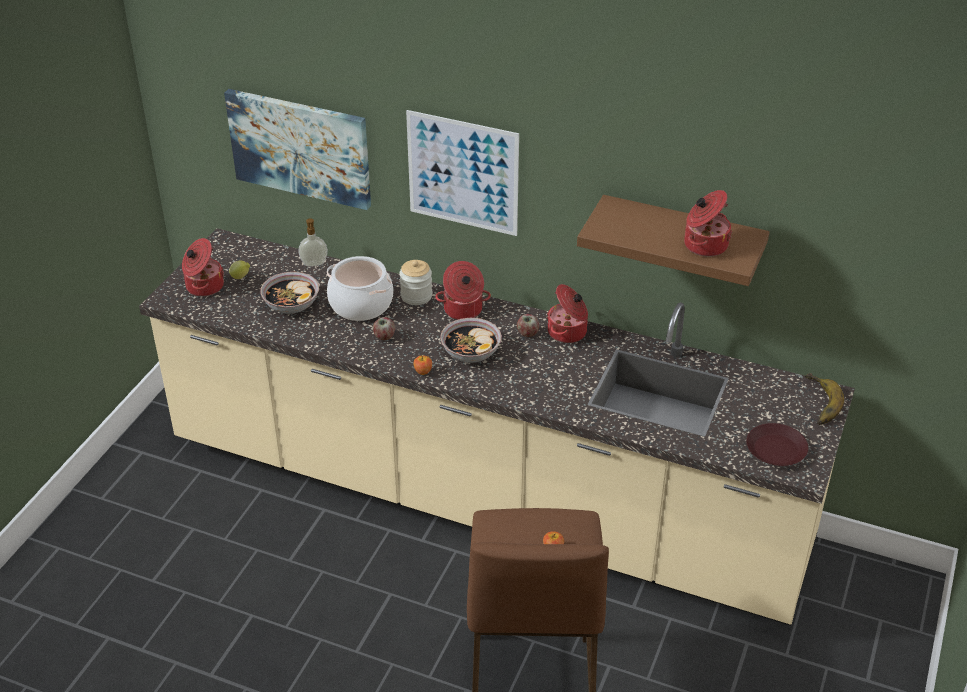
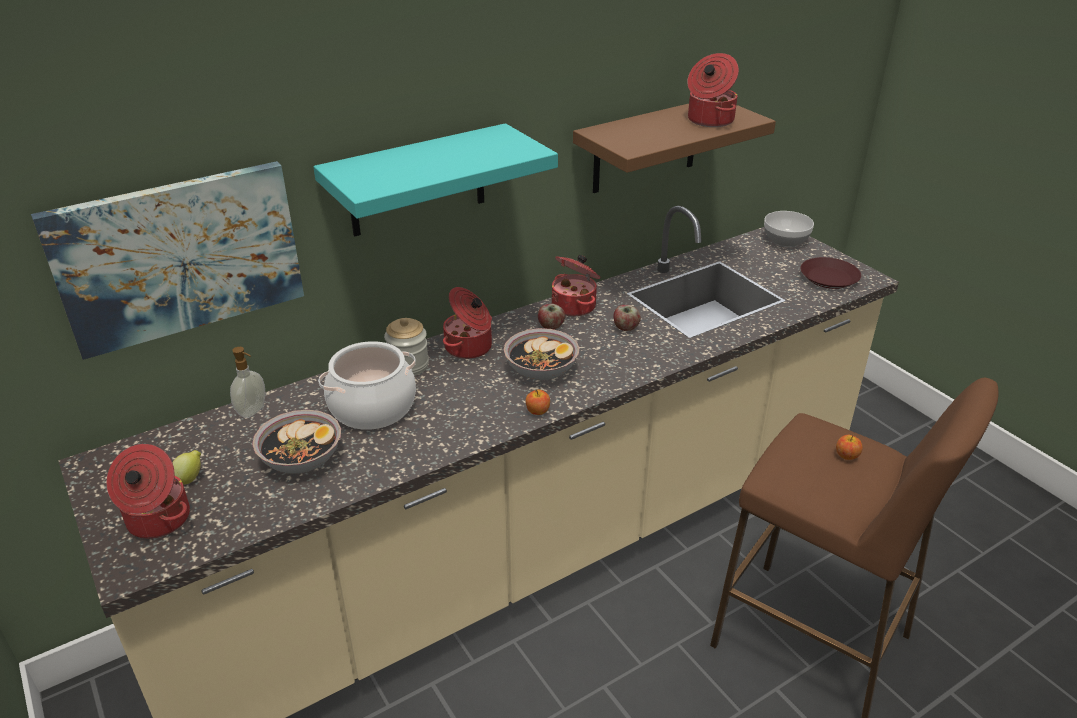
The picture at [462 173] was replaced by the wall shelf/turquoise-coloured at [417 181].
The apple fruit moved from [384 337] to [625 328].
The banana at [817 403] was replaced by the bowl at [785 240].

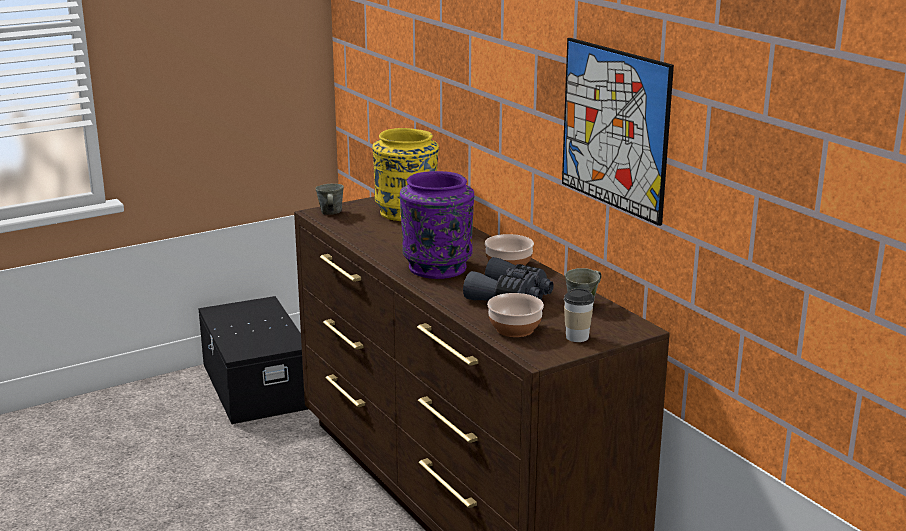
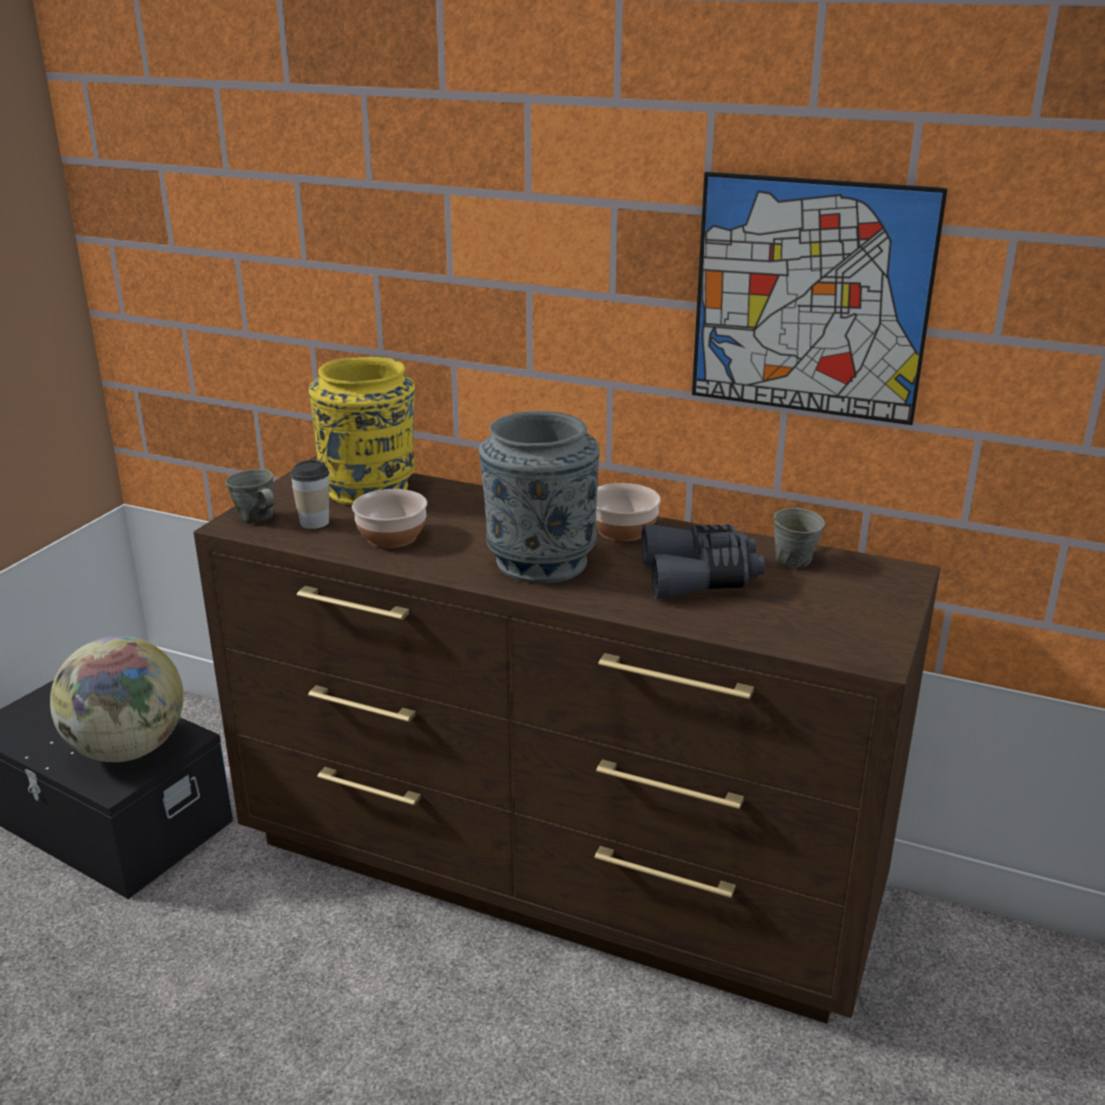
The vase/purplish at [437 267] became the vase/gray at [539 561].
The drinking cup moved from [577 337] to [314 522].
The bowl moved from [514 328] to [390 536].
The world globe at [127 750] appeared.

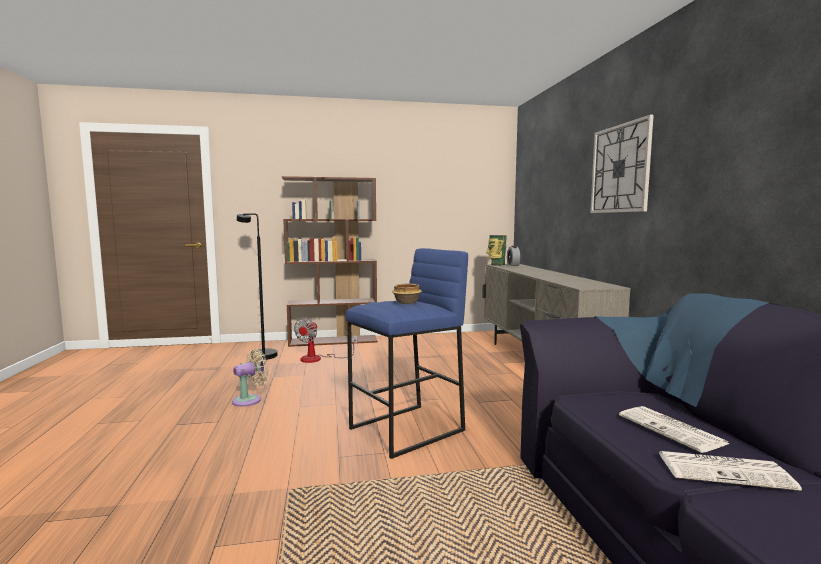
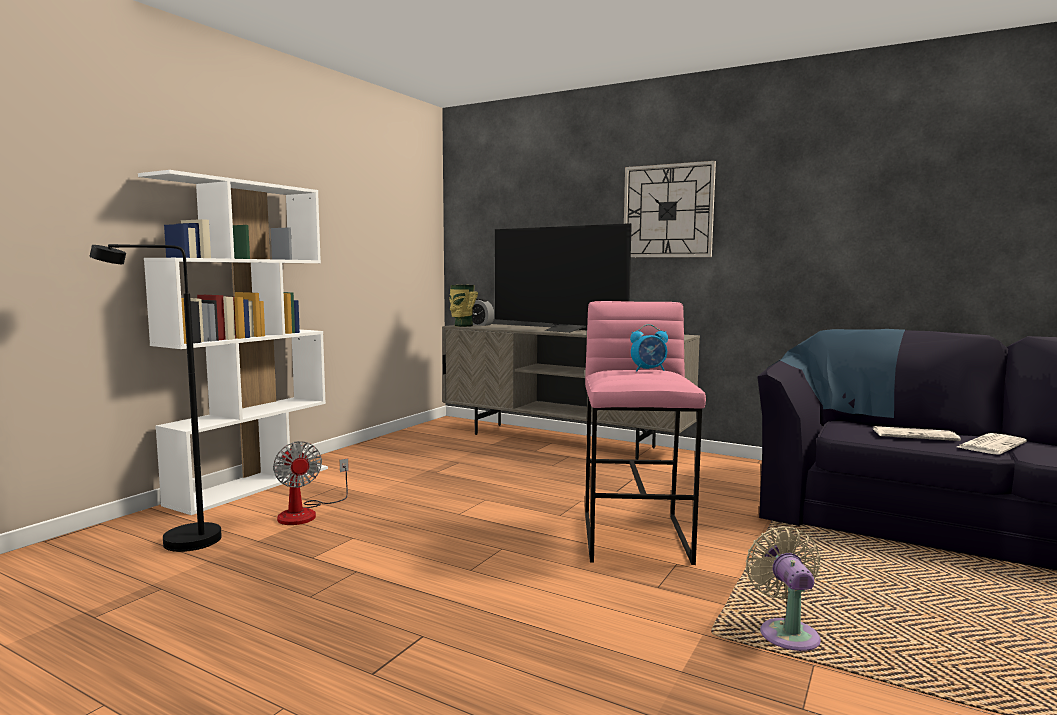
The bookshelf/brown-coloured at [333 341] became the bookshelf/white-coloured at [251 485].
The stool/blue at [407 430] became the stool/pink at [637 538].
The bowl at [407 302] was replaced by the bedside clock at [649 370].
The electric fan/sand-coloured moved from [250 400] to [787 633].
The television at [563 330] appeared.

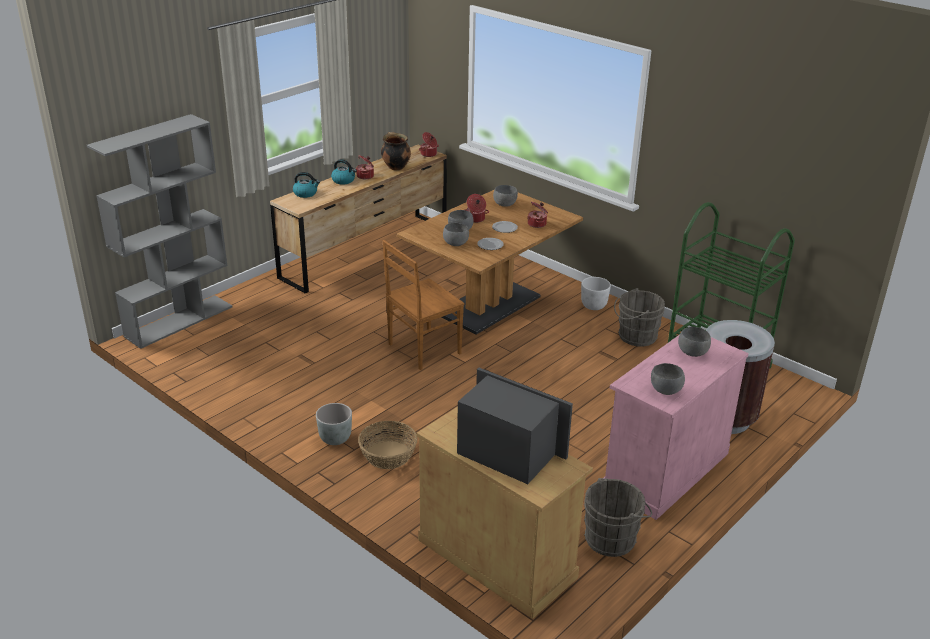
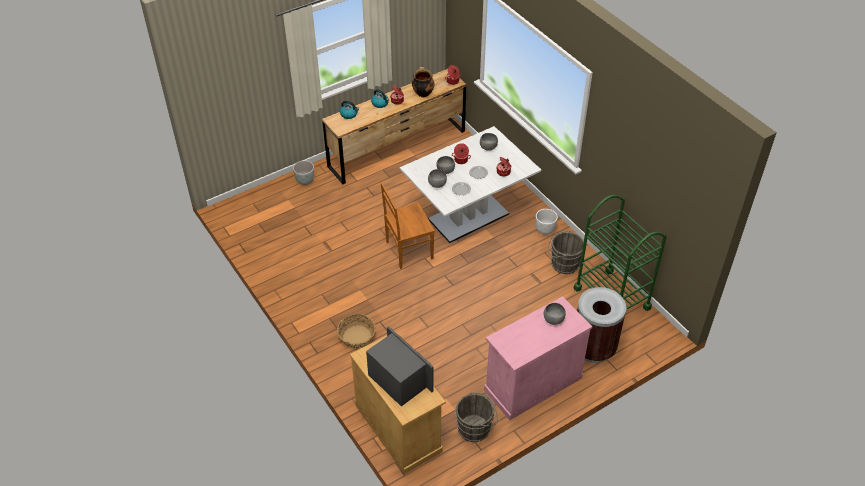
The bookshelf/gray at [179 321] disappeared.
The dining table/brown-coloured at [489 305] became the dining table/white-coloured at [468 217].
The bowl/gray at [665 391] disappeared.
The planter/gray moved from [335 438] to [305 180].

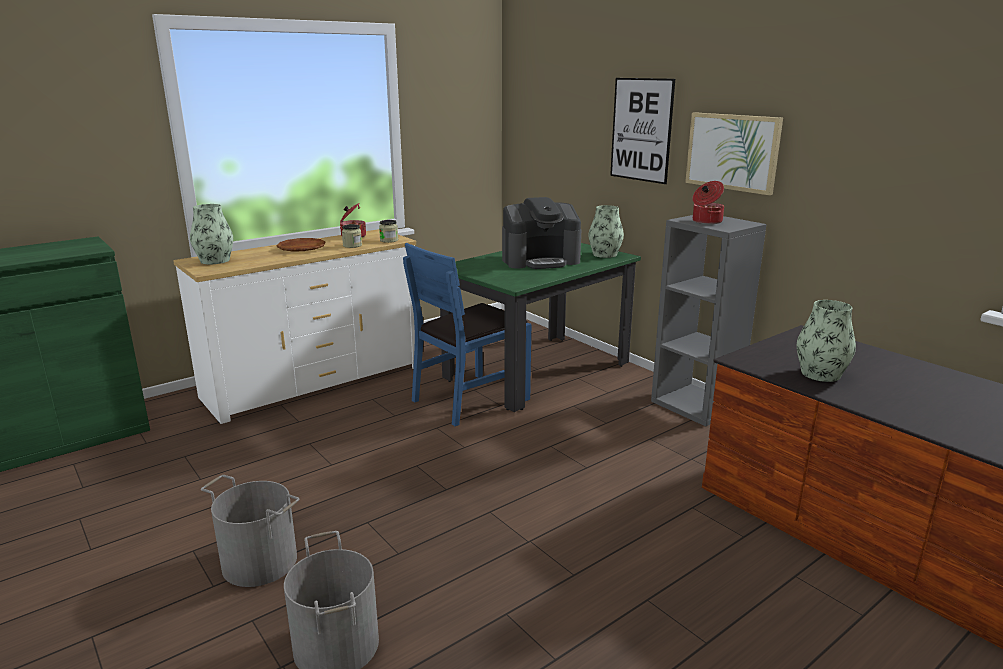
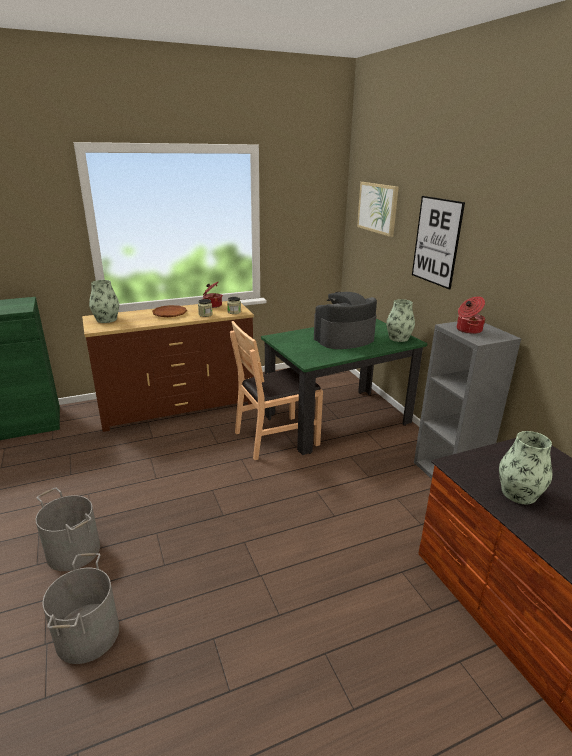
The picture moved from [732 152] to [378 208].
The coffee maker at [540 260] turned 150 degrees clockwise.
The dresser/white-coloured at [314 382] became the dresser/brown-coloured at [177 406].
The upright chair/blue at [470 399] became the upright chair/brown-coloured at [276 437].

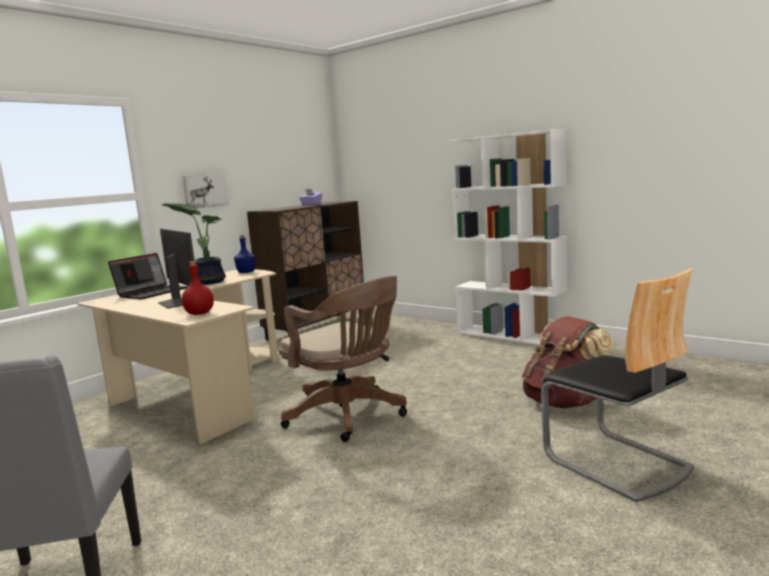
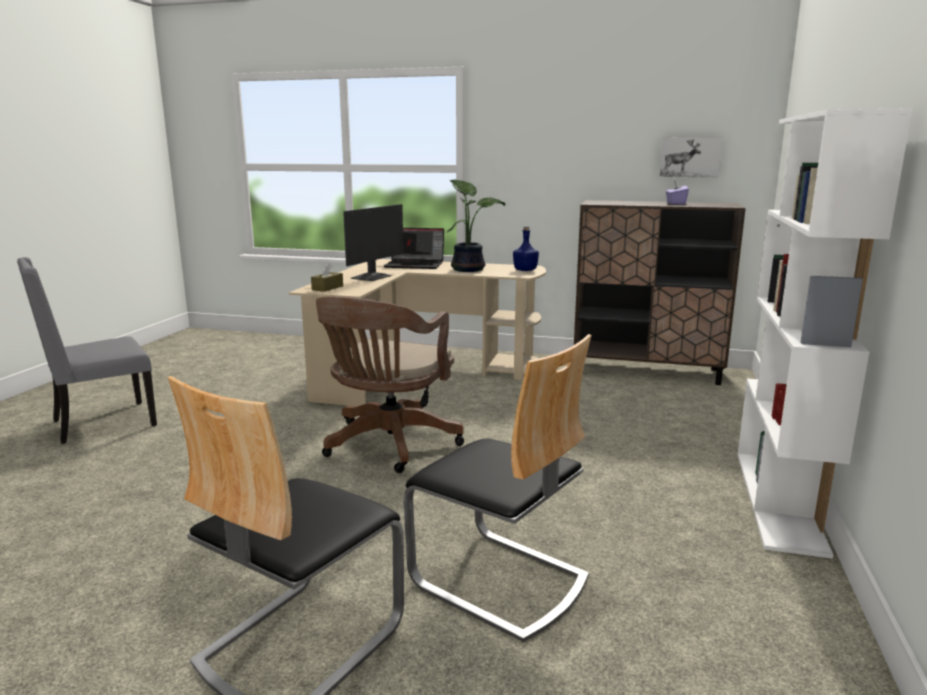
The picture moved from [205 191] to [690 157].
The bottle/red-coloured at [199 313] was replaced by the box of tissues/brown-coloured at [327 288].
The knapsack/brown-coloured at [563 402] was replaced by the upright chair at [499 580].

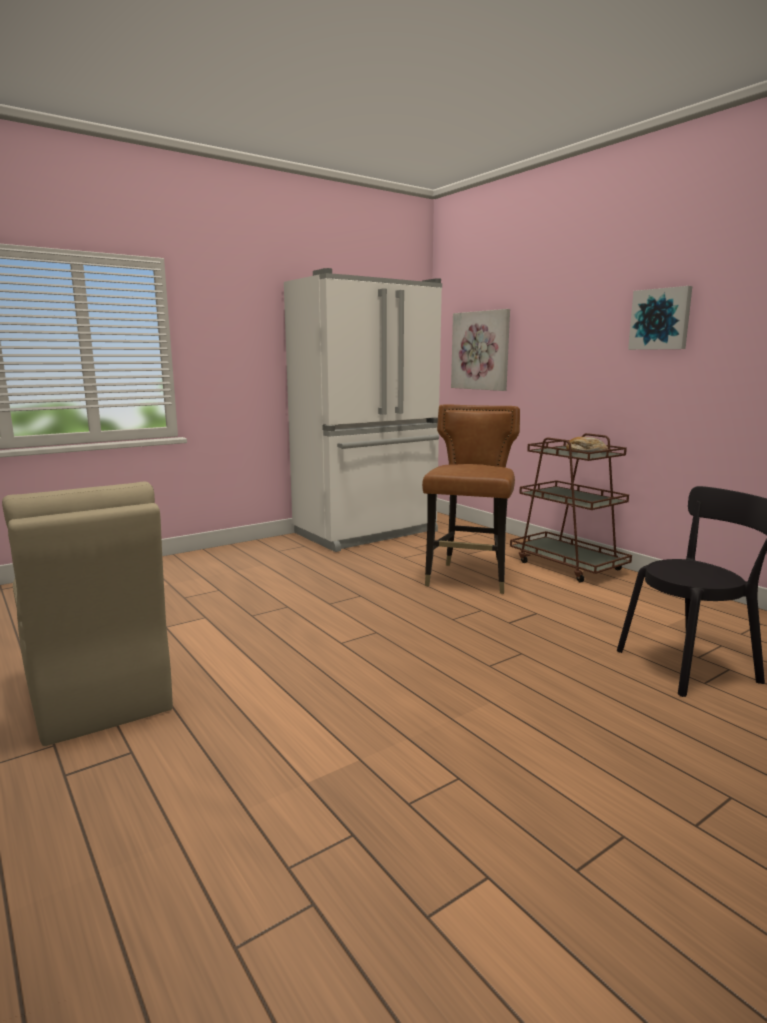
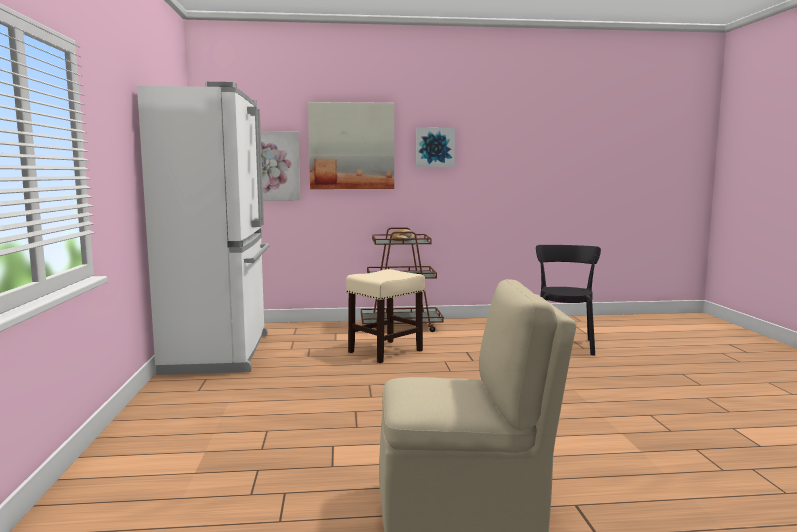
The upright chair/brown-coloured at [469 579] was replaced by the stool/sand-coloured at [386 351].
The picture at [351 146] appeared.

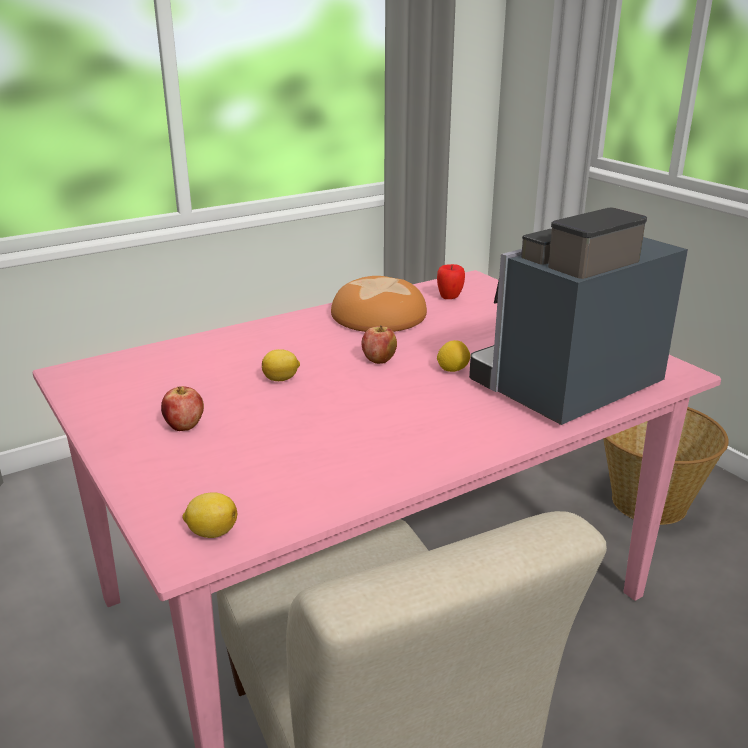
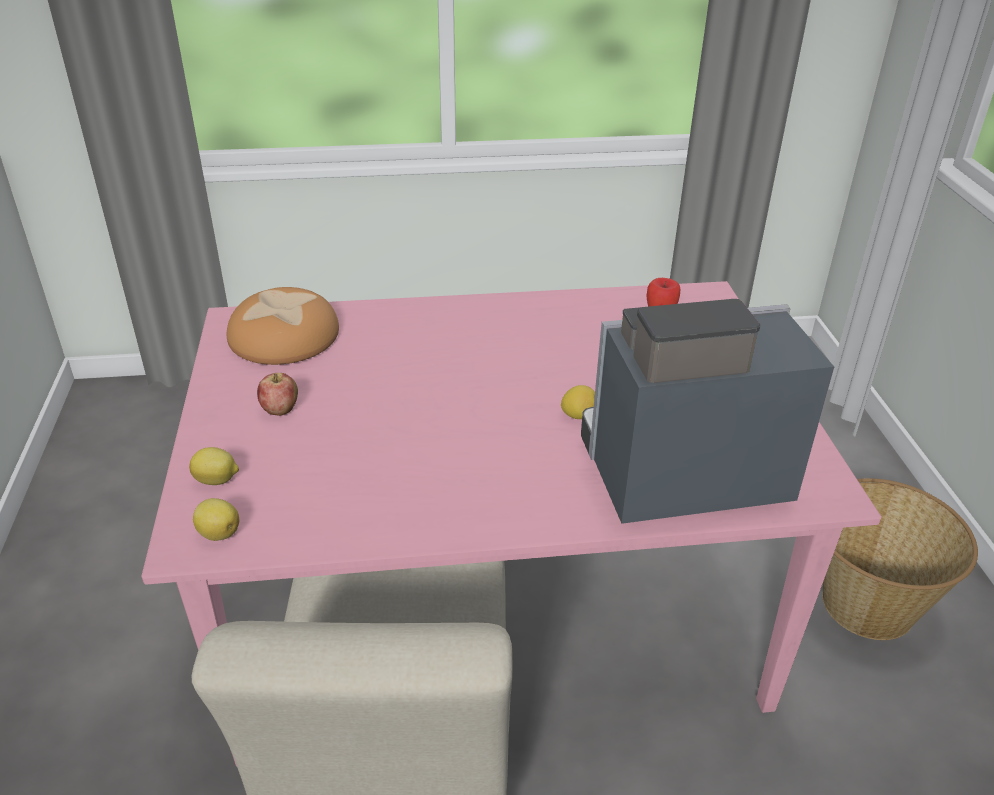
The baked bread moved from [378 315] to [284 335].
The apple fruit at [379 361] disappeared.
The lemon moved from [281 379] to [217 481].

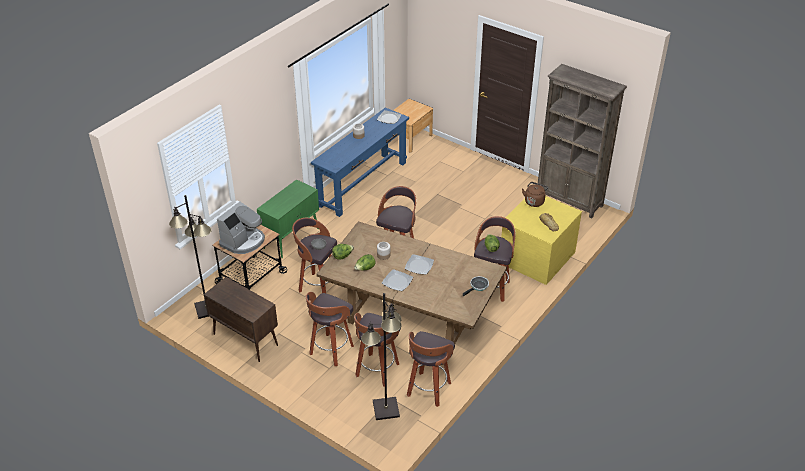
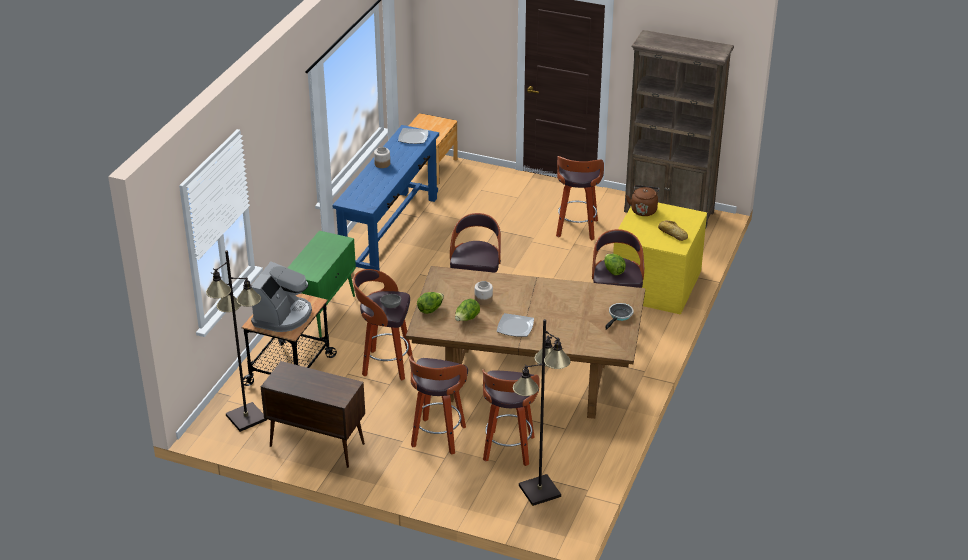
The flat dish at [419 266] disappeared.
The stool moved from [428 390] to [577 229].

